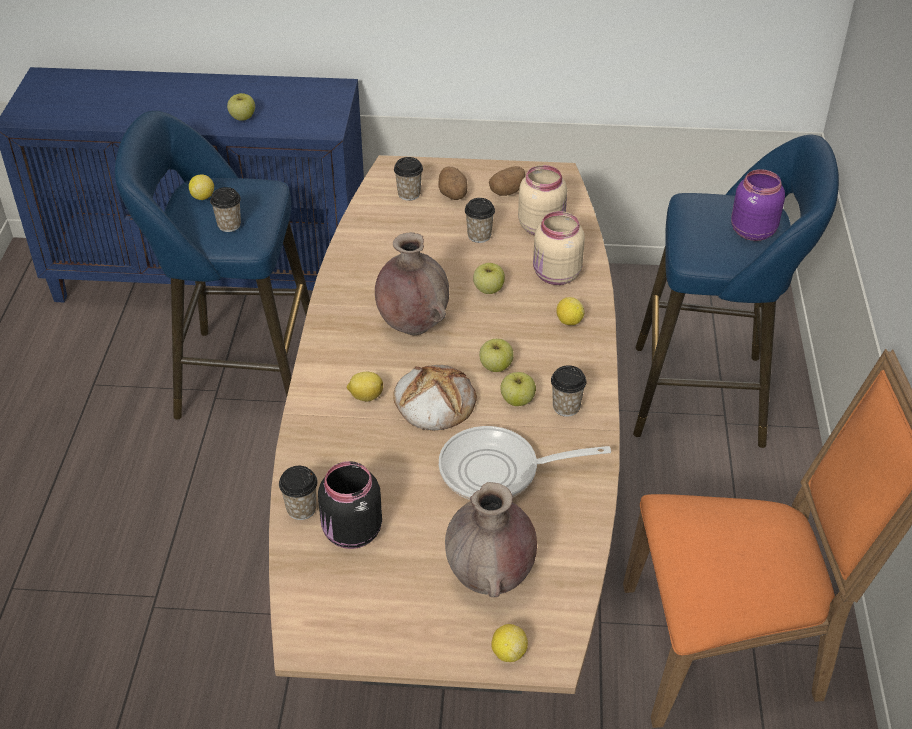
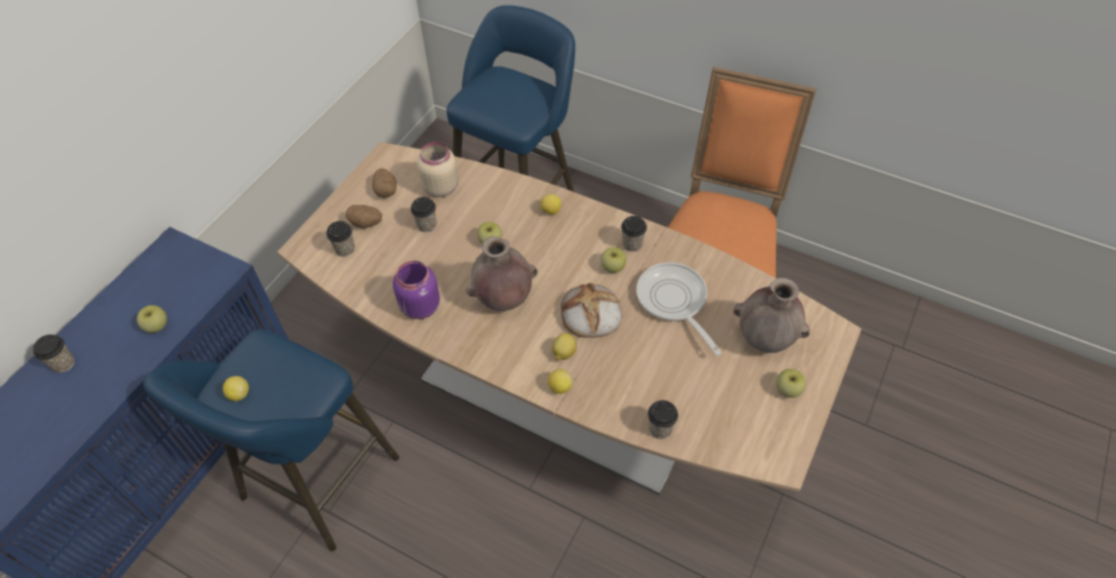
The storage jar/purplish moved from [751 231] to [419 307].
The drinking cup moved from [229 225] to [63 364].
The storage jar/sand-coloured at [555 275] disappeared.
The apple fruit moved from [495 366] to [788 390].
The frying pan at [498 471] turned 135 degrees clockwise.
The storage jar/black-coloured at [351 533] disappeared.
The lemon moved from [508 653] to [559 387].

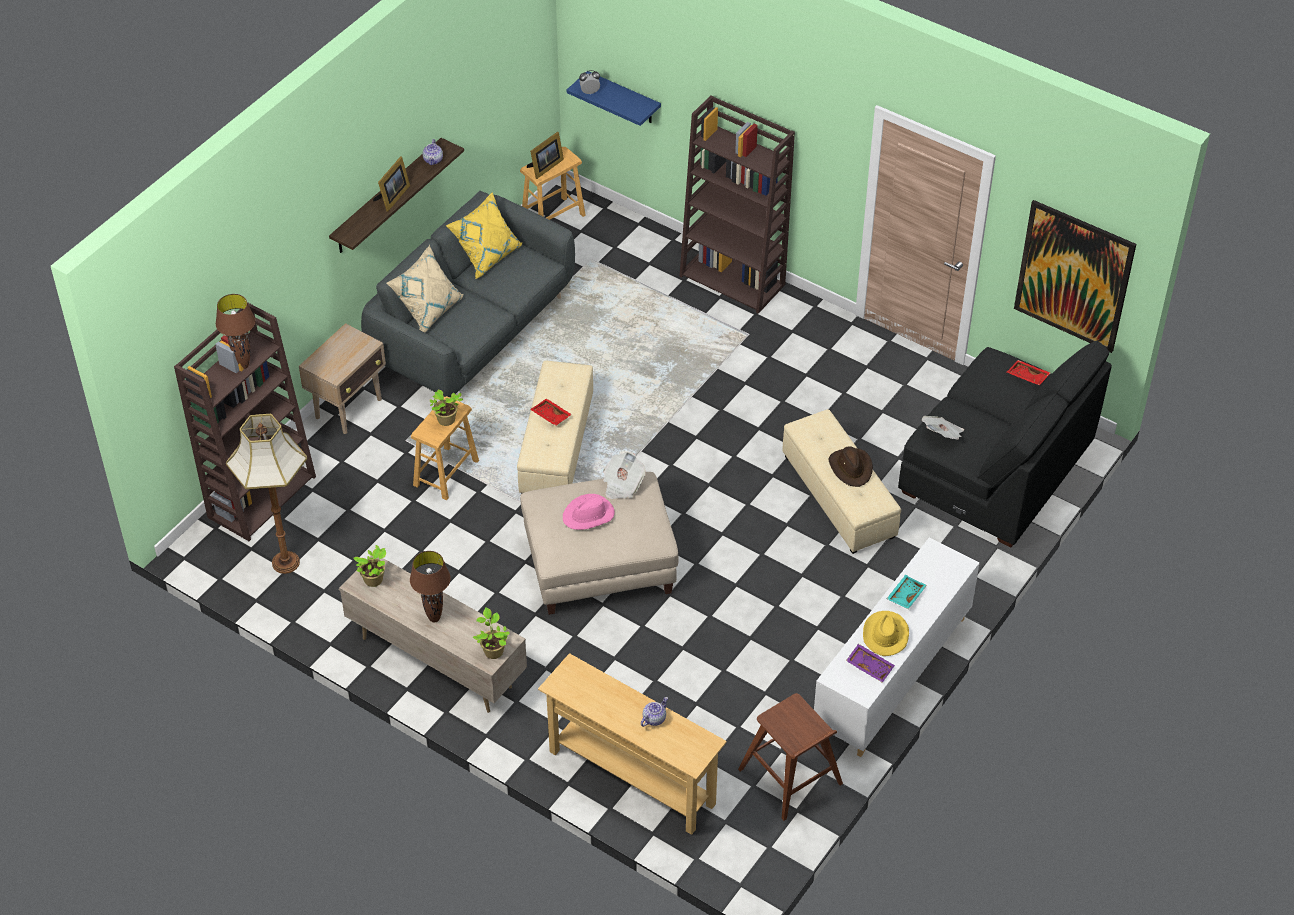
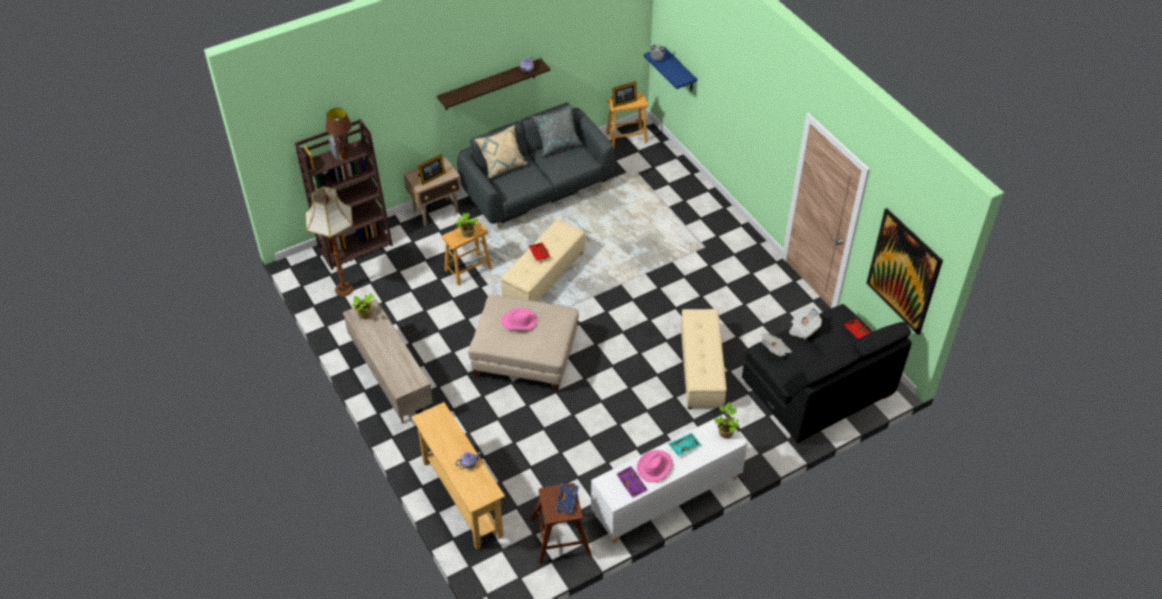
The bookshelf/brown-coloured at [733 280] disappeared.
The picture frame moved from [392 197] to [430 177].
The throw pillow/yellow at [487 255] became the throw pillow/gray at [557 144].
The wearable hat/brown-coloured at [851 468] disappeared.
The daily paper moved from [622 485] to [803 328].
The table lamp/brown-coloured at [434 618] disappeared.
The houseplant moved from [493 650] to [725 432].
The wearable hat/yellow at [885 634] became the wearable hat/pink at [654 467].
The serving tray/blue at [567 501] appeared.

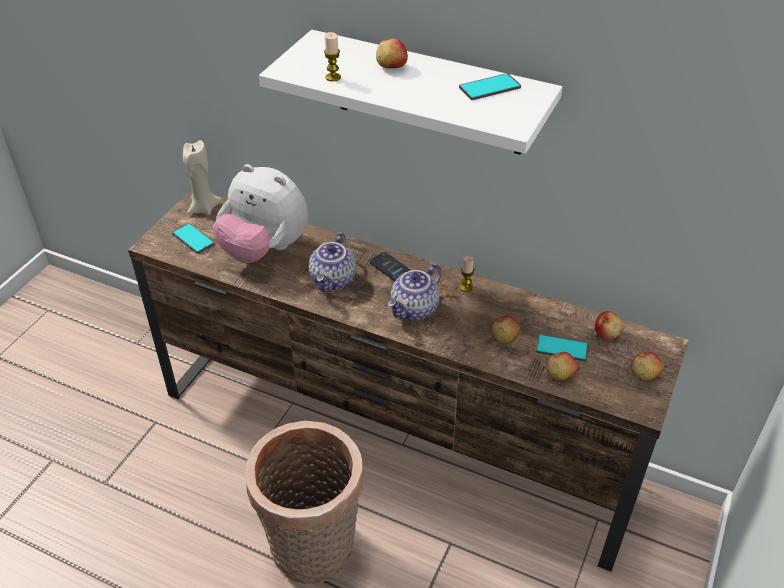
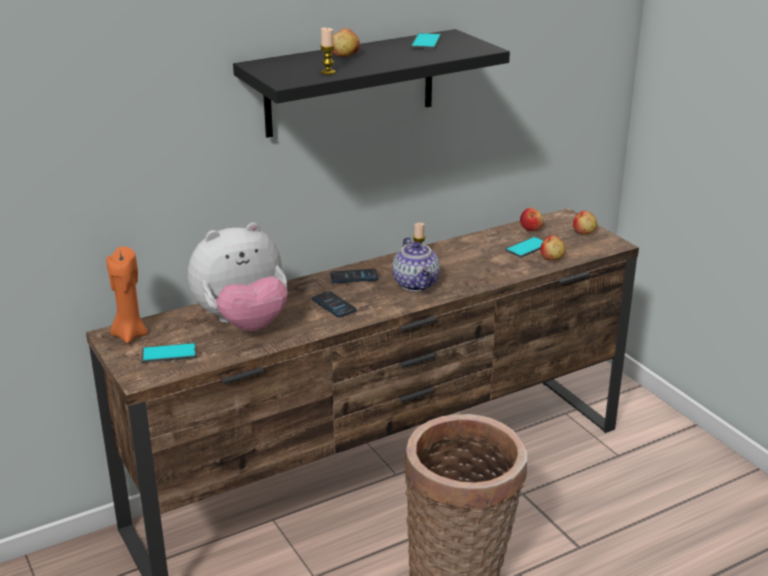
The wall shelf/white-coloured at [429 94] became the wall shelf/black-coloured at [350 83].
The wax light/sand-coloured at [203 208] became the wax light/orange at [130 335].
The tea pot at [334 281] was replaced by the phone at [333 305].
The apple fruit at [504 338] disappeared.

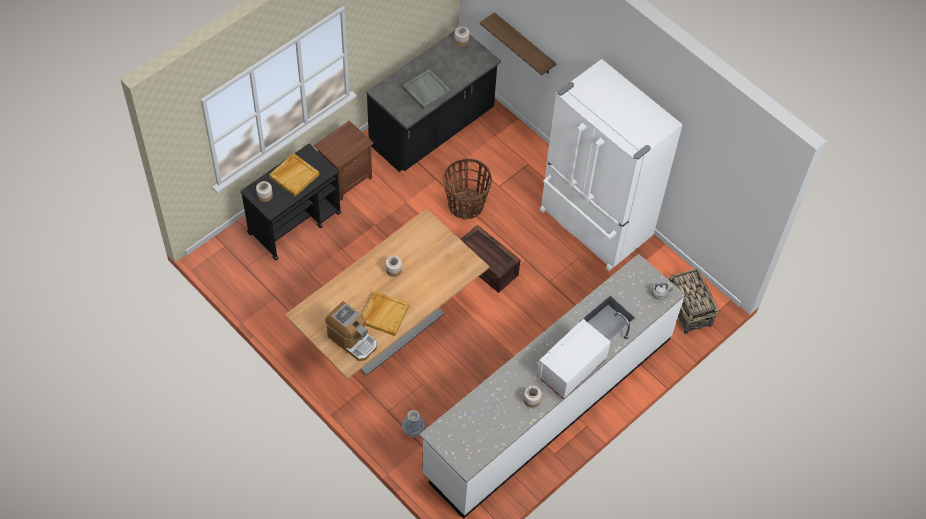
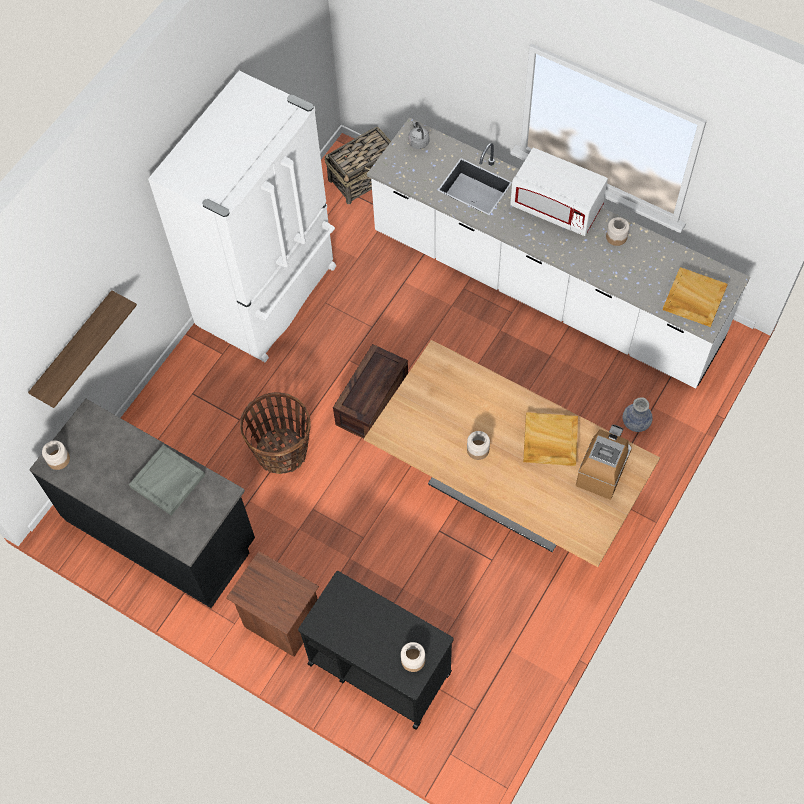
The serving tray/sand-coloured moved from [294 175] to [693 298].

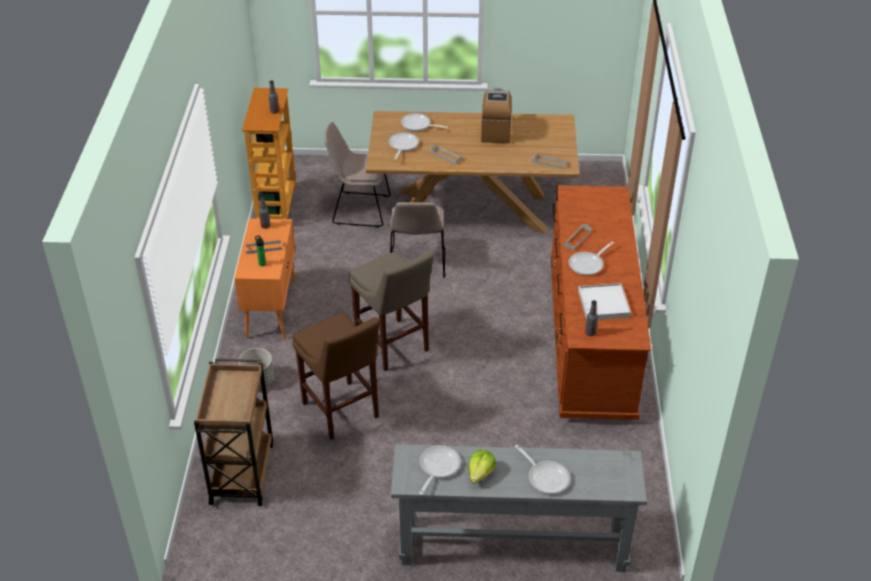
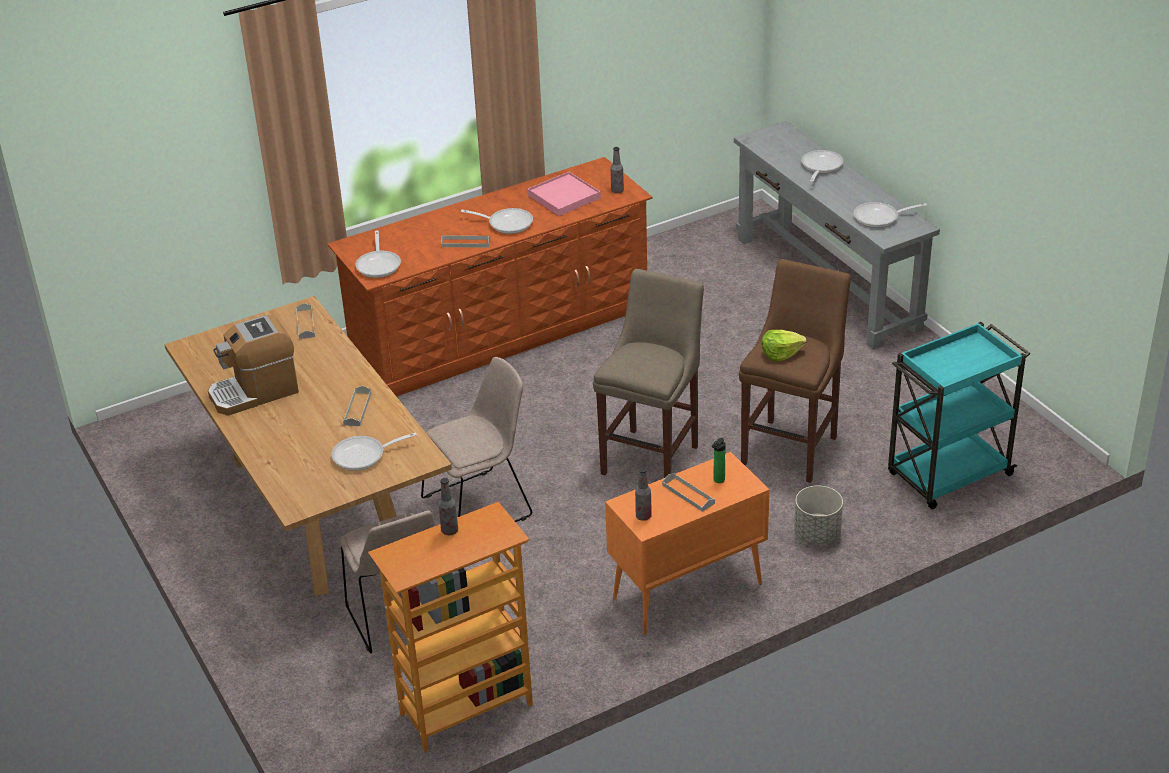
The frying pan moved from [418 125] to [379 264].
The serving tray/white-coloured at [603 304] became the serving tray/pink at [564 196].
The trolley/brown-coloured at [242 471] became the trolley/turquoise-coloured at [947 476].
The lettuce moved from [480 473] to [781 354].

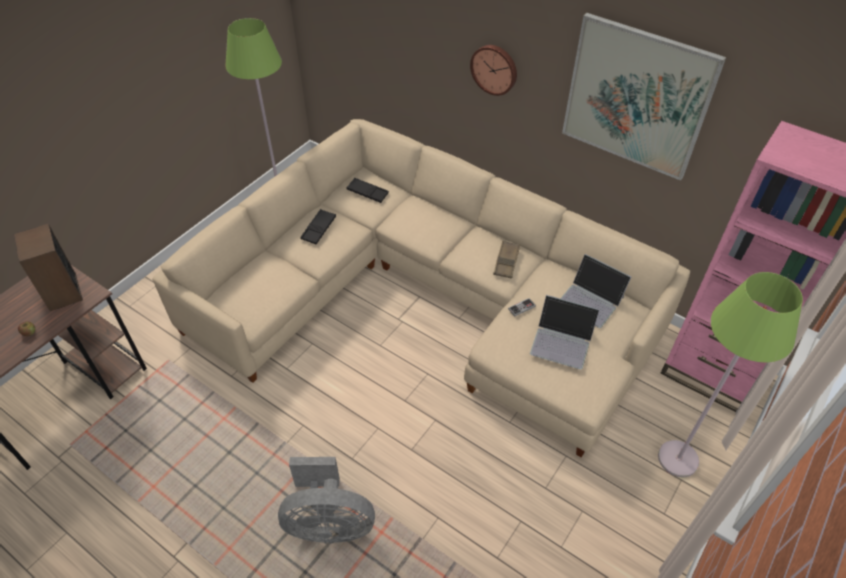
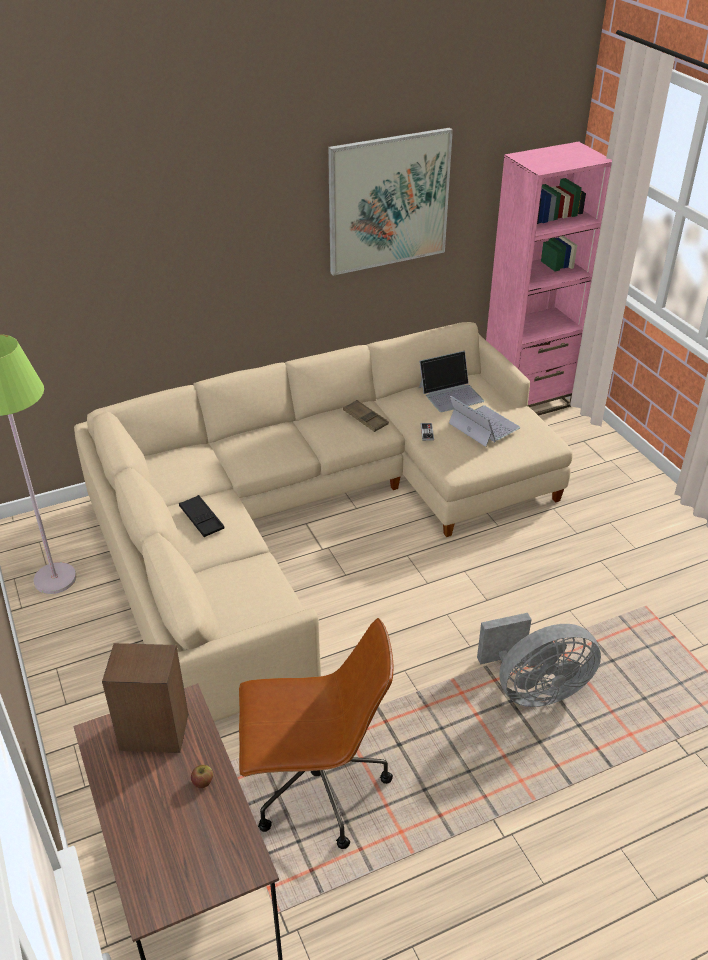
The hanging clock at [494 69] disappeared.
The serving tray/black-coloured at [367 192] disappeared.
The floor lamp/green-coloured at [678 459] disappeared.
The portable computer at [562 341] turned 90 degrees counterclockwise.
The electric fan/gray at [328 523] turned 45 degrees clockwise.
The office chair/brown-coloured at [315 788] appeared.

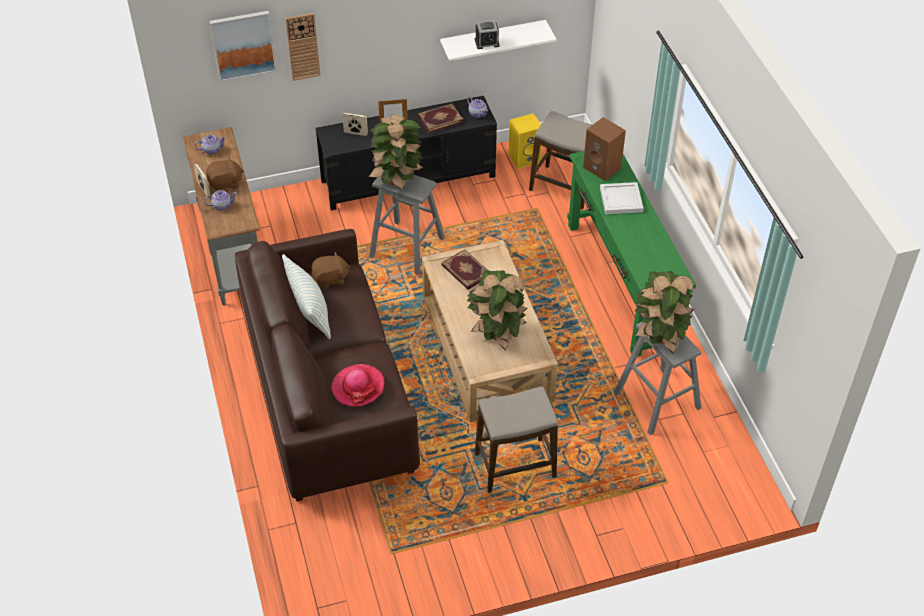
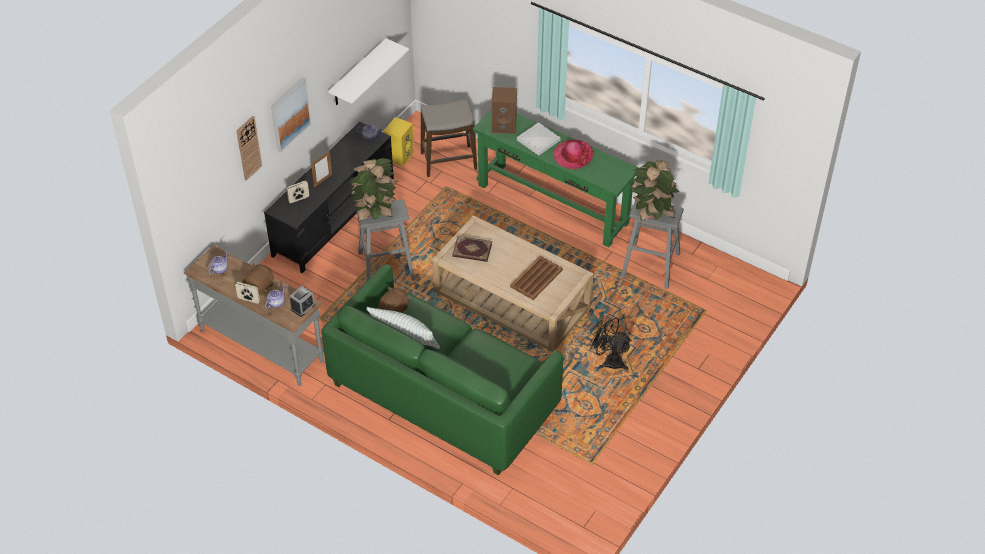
The picture moved from [243 45] to [289 114].
The bedside clock moved from [487 43] to [303 307].
The bound book at [440 119] disappeared.
The sofa/brown-coloured at [328 394] became the sofa/green-coloured at [443 395].
The houseplant at [496 334] was replaced by the serving tray/brown-coloured at [536 278].
The wearable hat moved from [358 387] to [573 156].
The stool at [515 465] was replaced by the electric fan/black-coloured at [609 360].

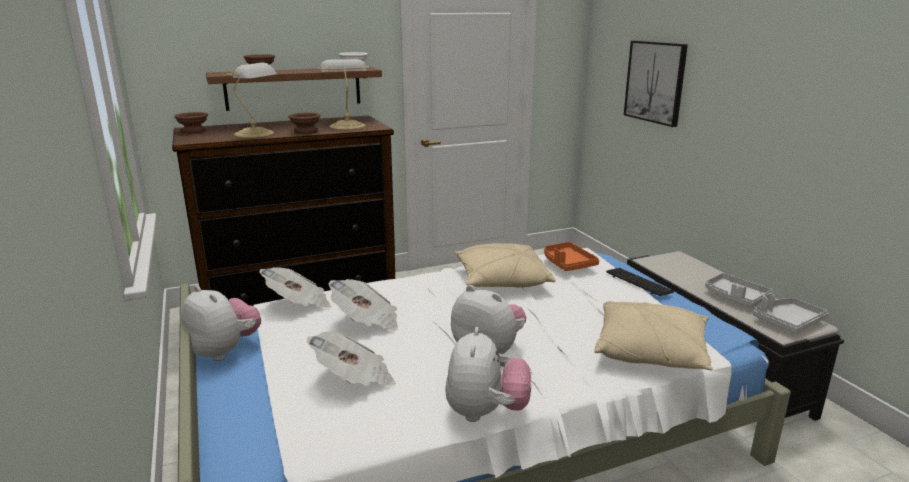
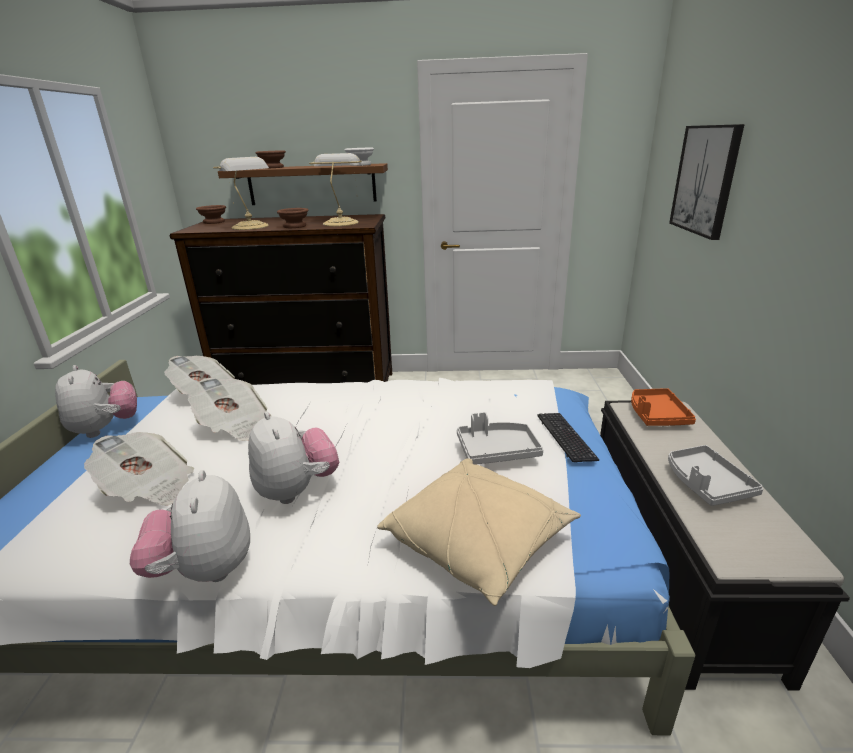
The serving tray/orange moved from [567 264] to [656 415].
The throw pillow/sand-coloured at [501 281] disappeared.
The serving tray/gray moved from [788 321] to [497 451].
The cuddly toy at [486 412] turned 135 degrees clockwise.

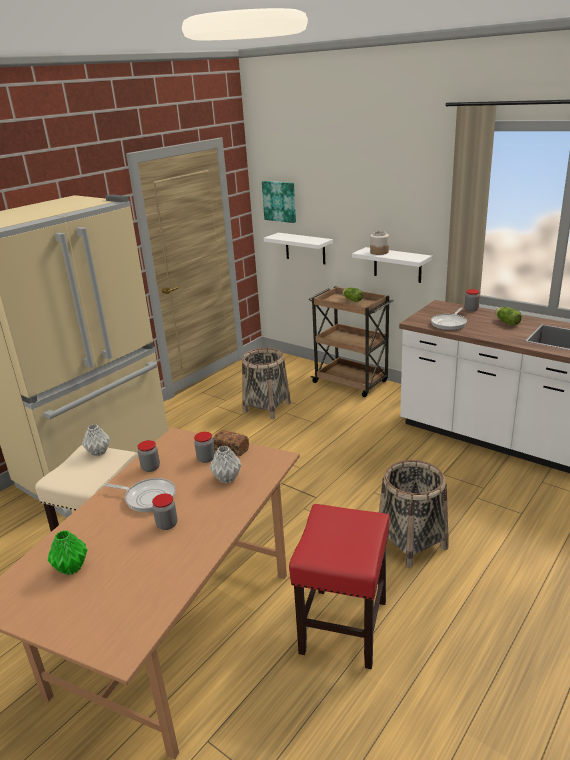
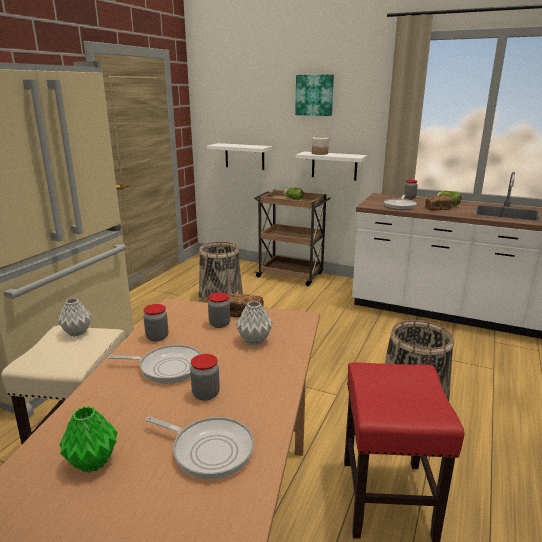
The picture moved from [280 201] to [314 95].
The baked bread at [438 208] appeared.
The frying pan at [209 450] appeared.

